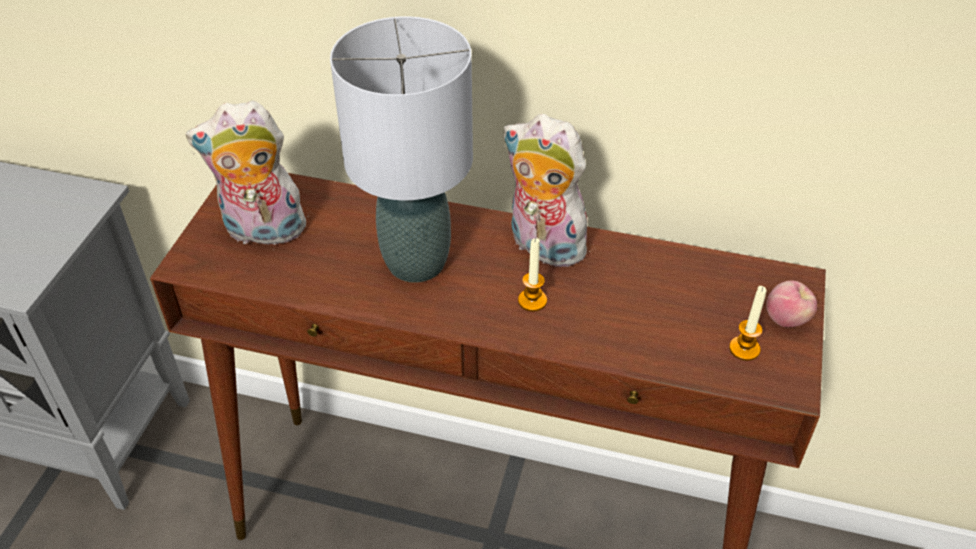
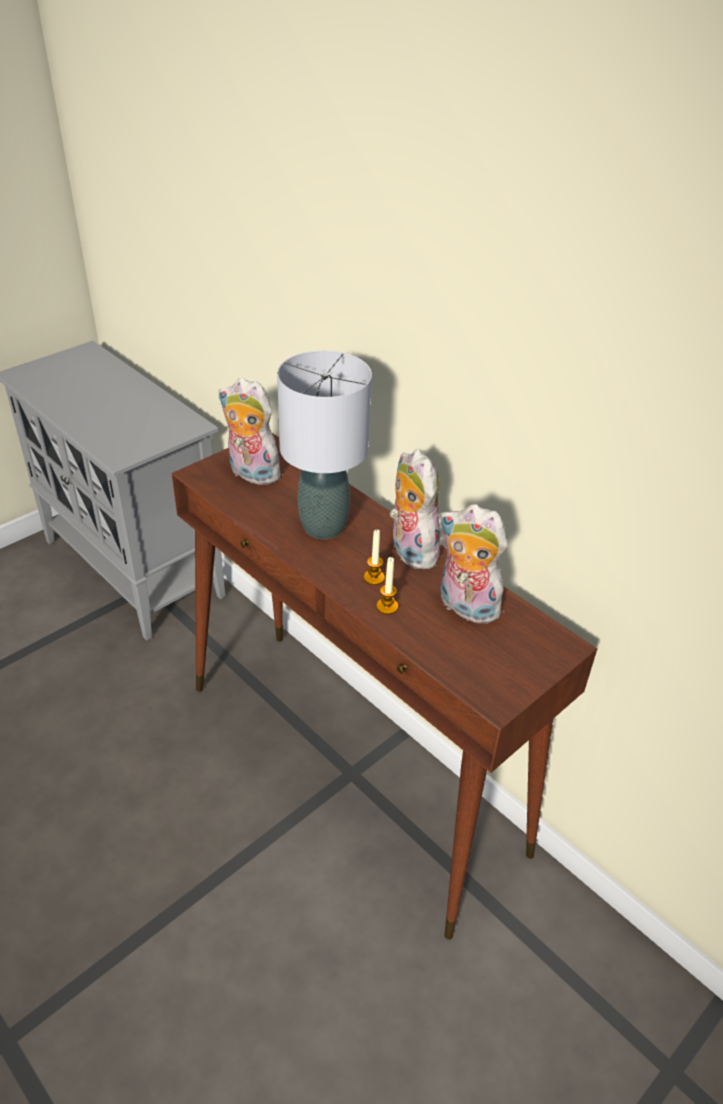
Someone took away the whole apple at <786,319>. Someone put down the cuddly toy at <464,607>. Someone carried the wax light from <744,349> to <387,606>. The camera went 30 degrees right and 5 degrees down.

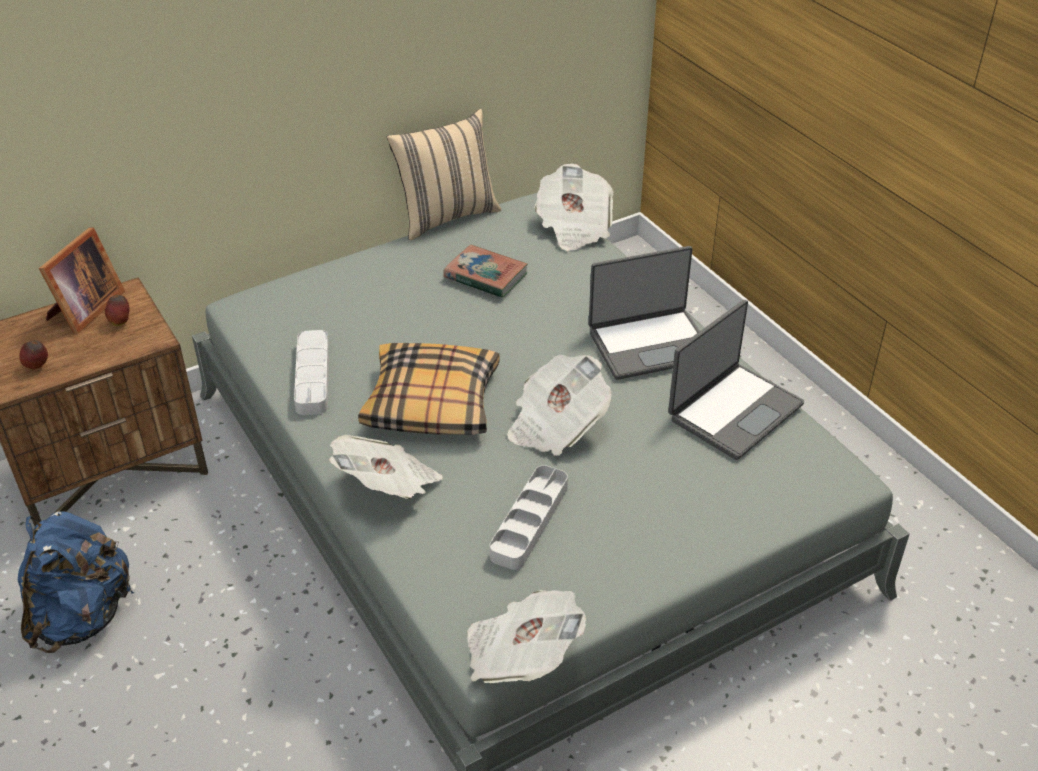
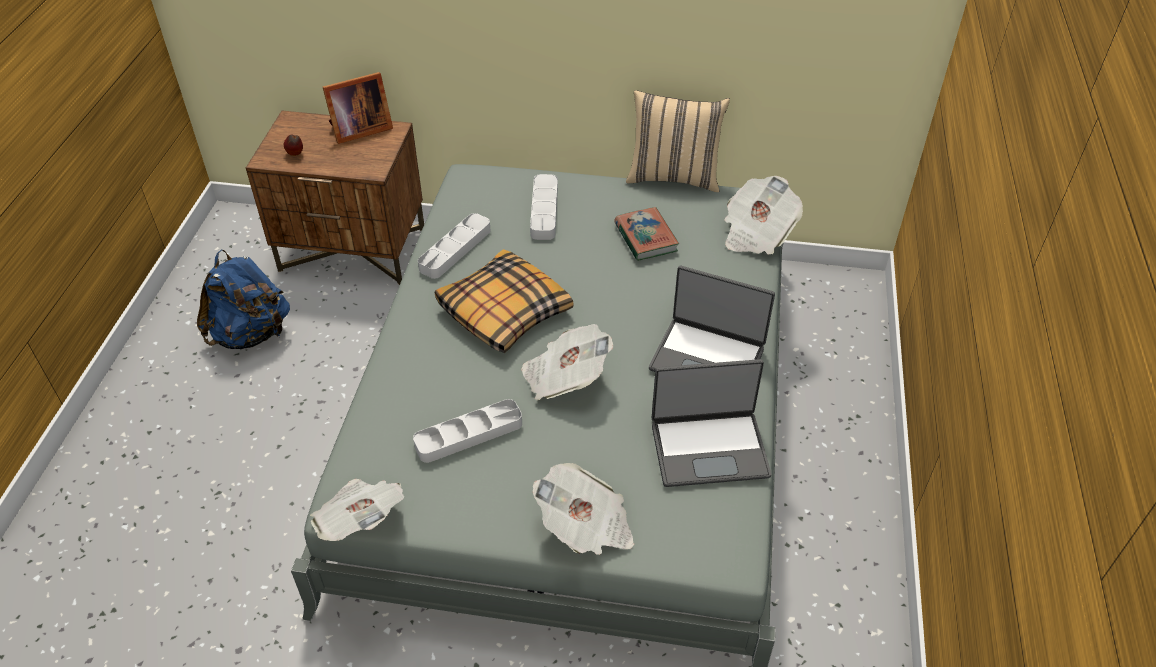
Someone took away the whole apple at <121,322>. Someone put down the gray tray at <544,210>. Someone carried the newspaper from <388,486> to <586,526>. The camera went 40 degrees right and 5 degrees up.

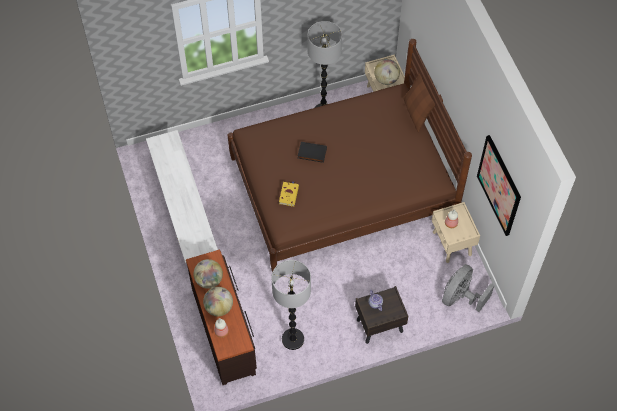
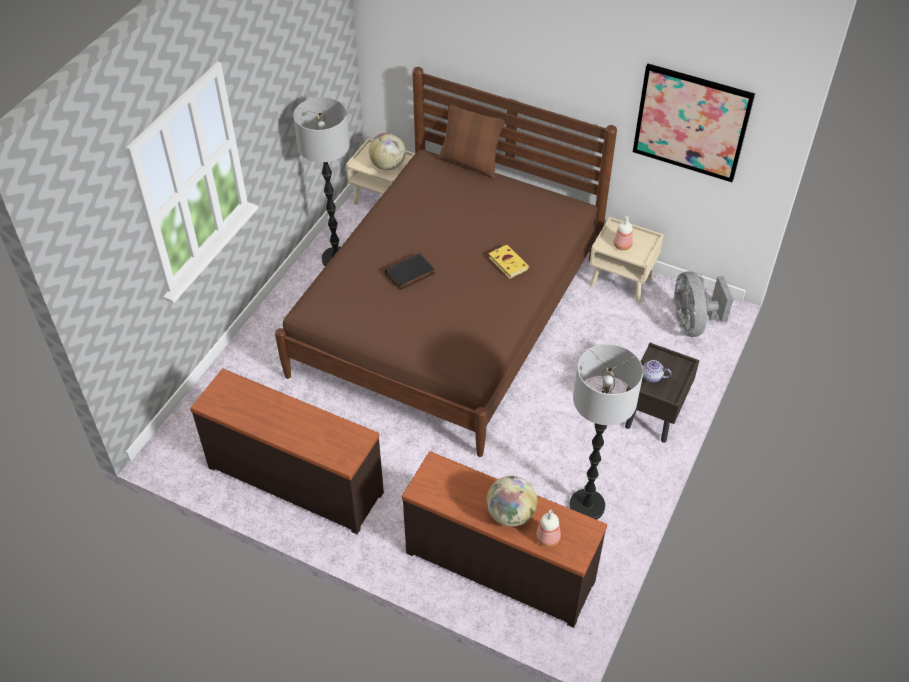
Someone took away the world globe at <209,280>. Someone carried the yellow-coloured bound book from <288,194> to <507,263>. Someone swapped the white-coloured bench at <184,213> for the brownish chest of drawers at <296,478>. The camera went 45 degrees left and 10 degrees down.

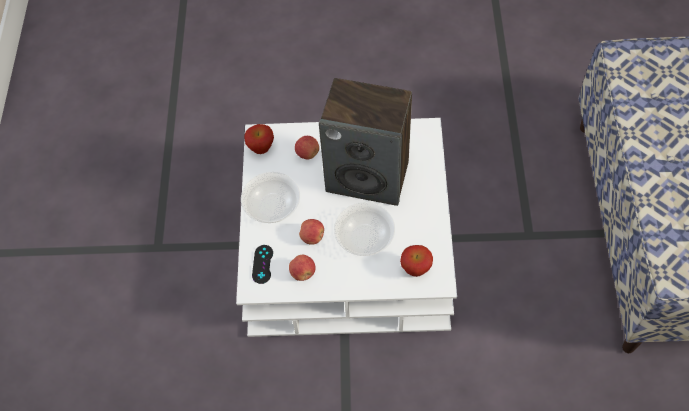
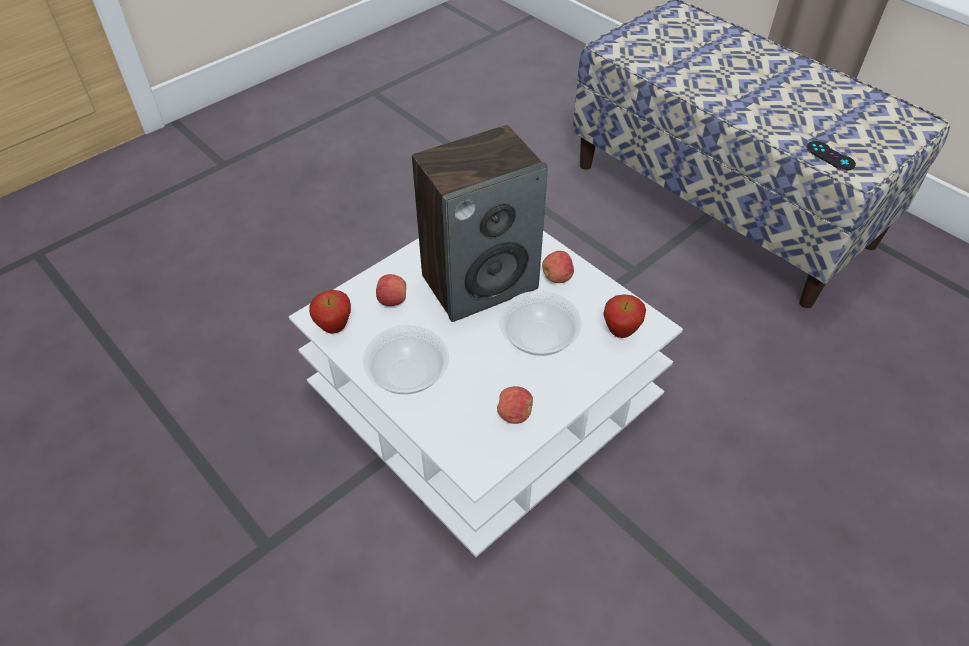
Someone carried the black-coloured joypad from <262,264> to <830,156>. Someone carried the whole apple from <312,237> to <557,277>. The camera went 45 degrees left and 10 degrees down.

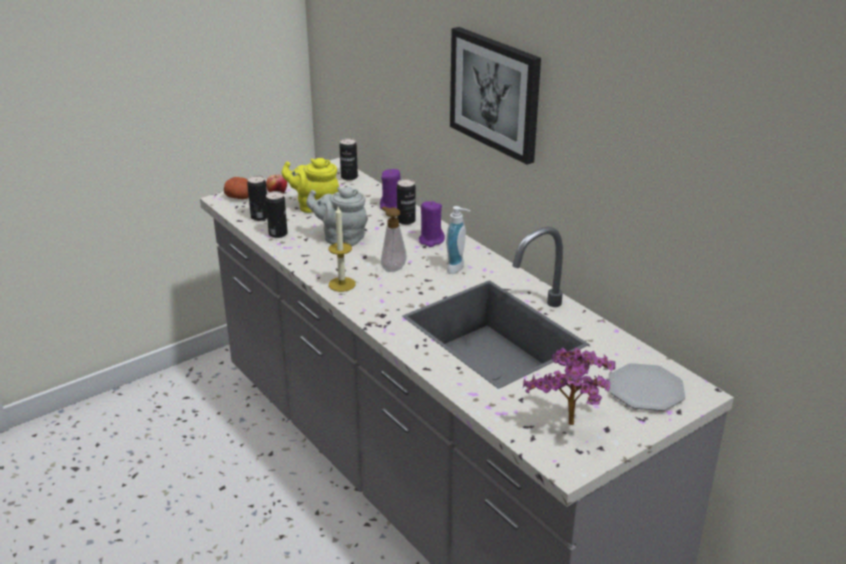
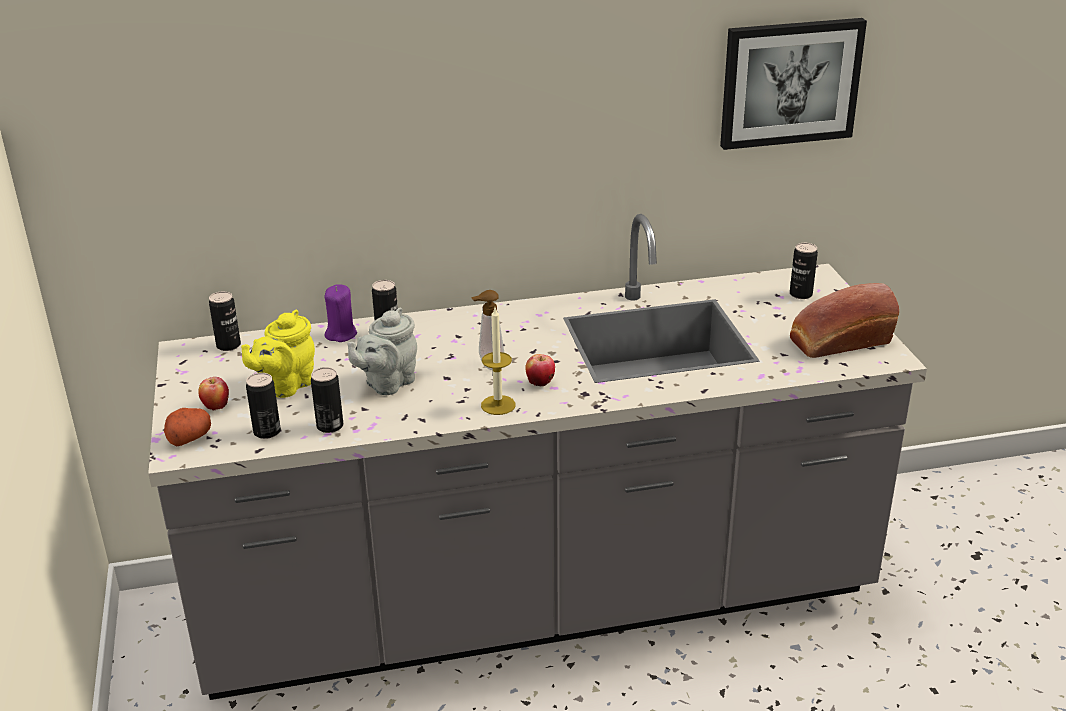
Someone took away the purplish wax light at <431,240>. Someone took away the soap bottle at <458,268>. Someone put down the whole apple at <540,383>. Someone carried the wall art from <496,93> to <790,82>. Someone swapped the houseplant at <571,428> for the bakery bread at <838,342>. Someone swapped the plate at <646,390> for the can at <801,294>. The camera went 65 degrees left and 0 degrees up.

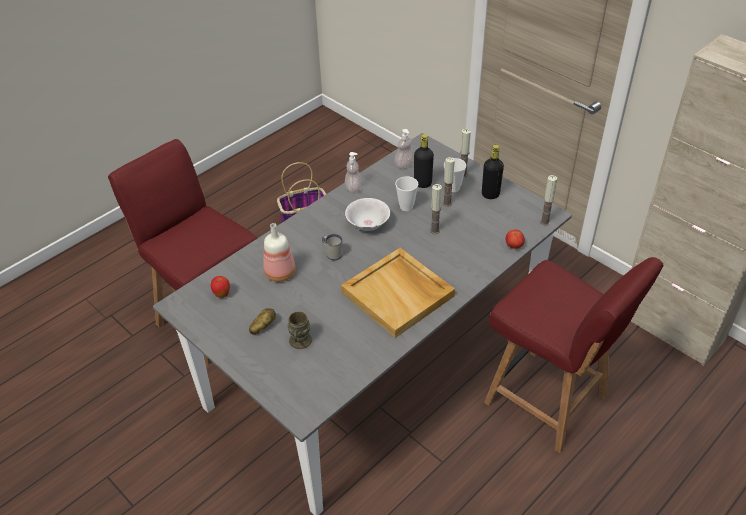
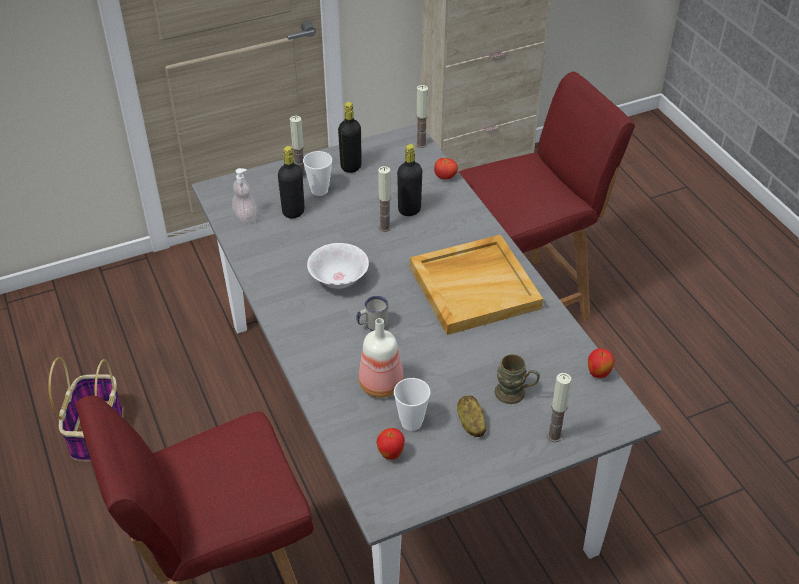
Someone took away the soap bottle at <353,188>. Someone put down the black-coloured drink bottle at <409,210>. Someone put down the whole apple at <598,374>. Someone carried the cup from <406,207> to <411,422>. Someone carried the wax light from <447,203> to <554,436>. The camera went 70 degrees left and 0 degrees up.

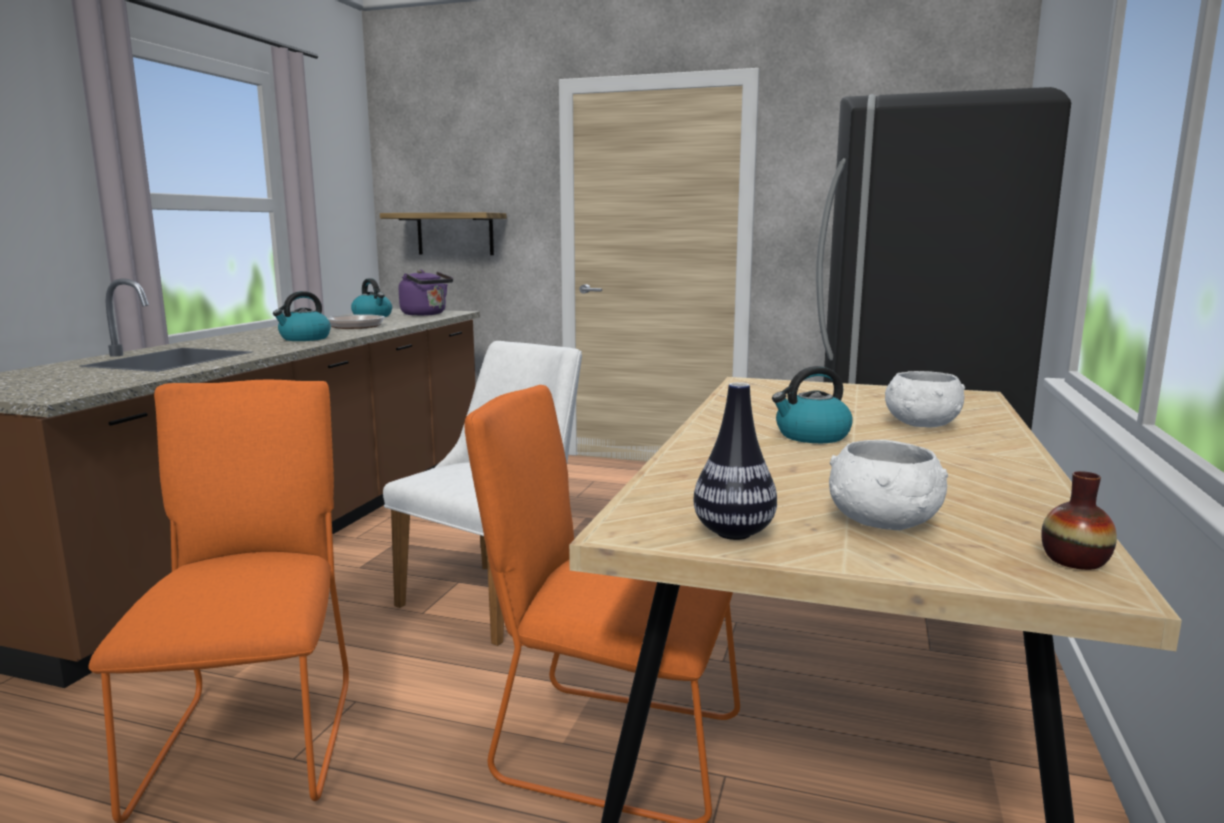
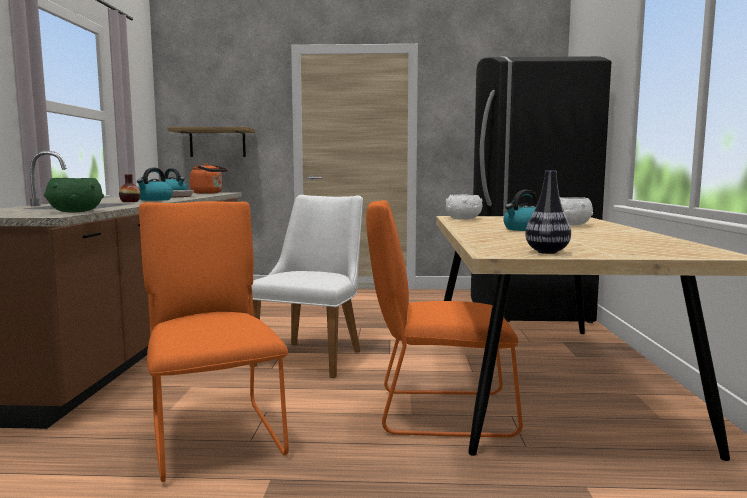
Someone put down the green serving bowl at <75,212>. Someone carried the white-coloured serving bowl from <883,522> to <463,219>. Someone carried the vase from <1074,560> to <130,201>. Someone repainted the purplish kettle at <426,314>, which became the orange kettle at <209,193>. The camera went 15 degrees left and 5 degrees down.

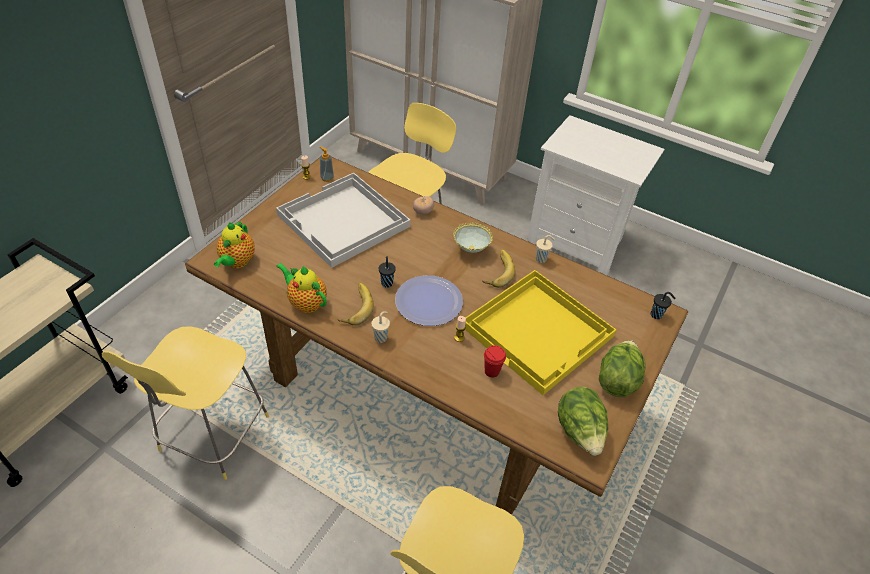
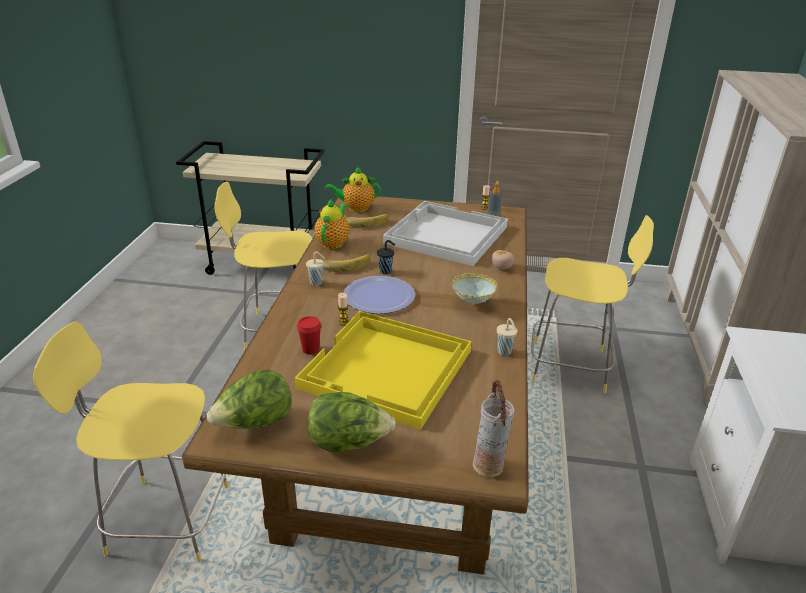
Someone carried the banana from <497,271> to <365,221>. Someone swapped the black-coloured cup at <657,315> for the vase at <489,466>. The camera went 70 degrees right and 15 degrees down.

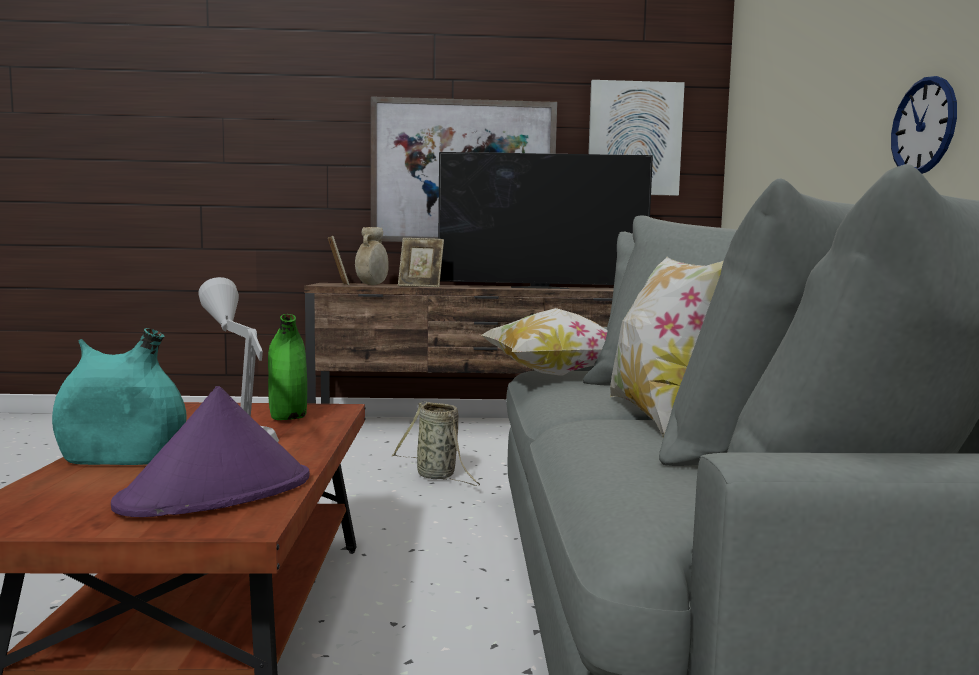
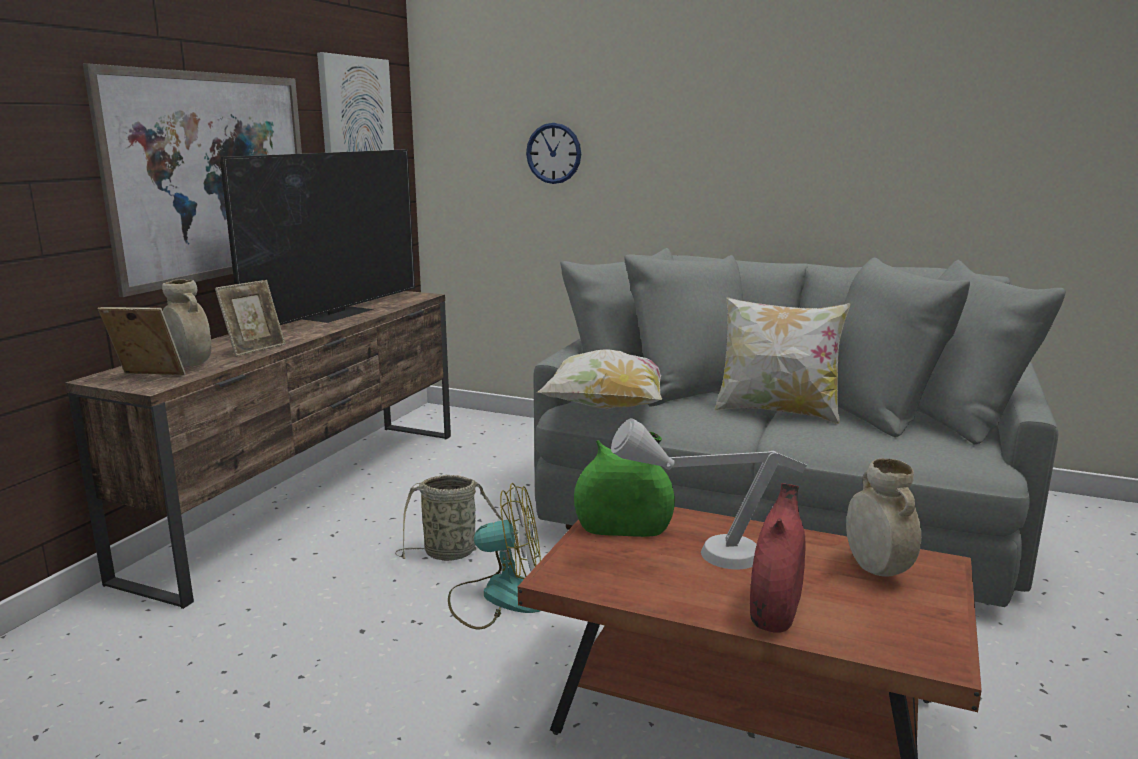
Someone put down the electric fan at <498,597>. Someone carried the wall clock from <923,126> to <553,153>. Someone swapped the purplish wearable hat at <218,492> for the sand-coloured vase at <876,570>. Someone repainted the turquoise-coloured vase at <122,460>, which became the red-coloured vase at <775,608>. The camera went 65 degrees left and 10 degrees up.

